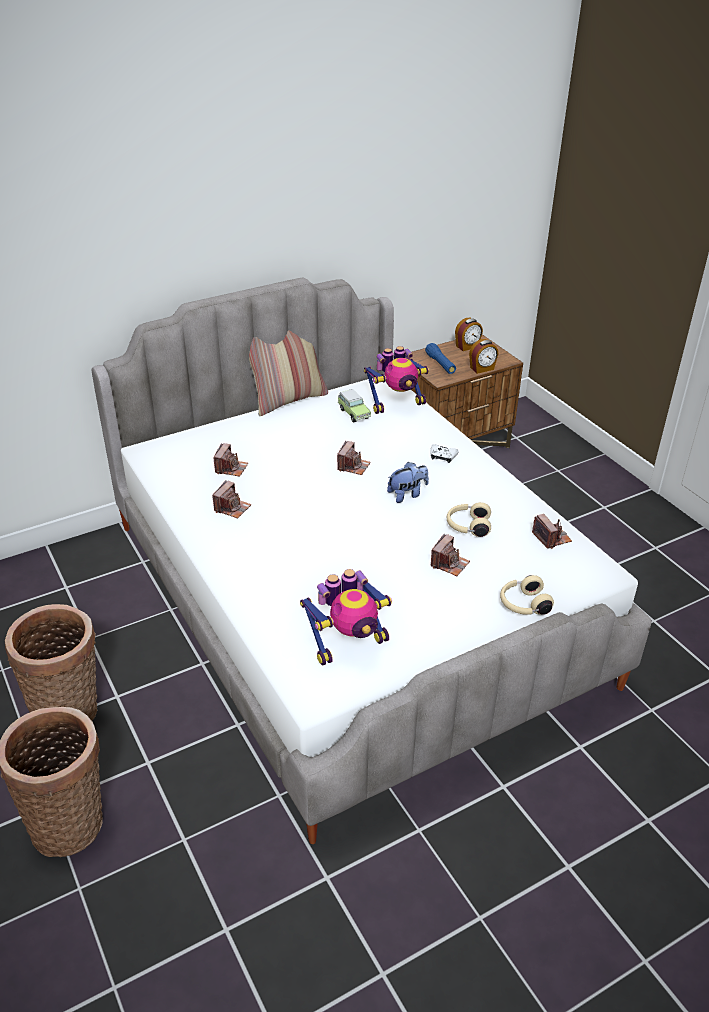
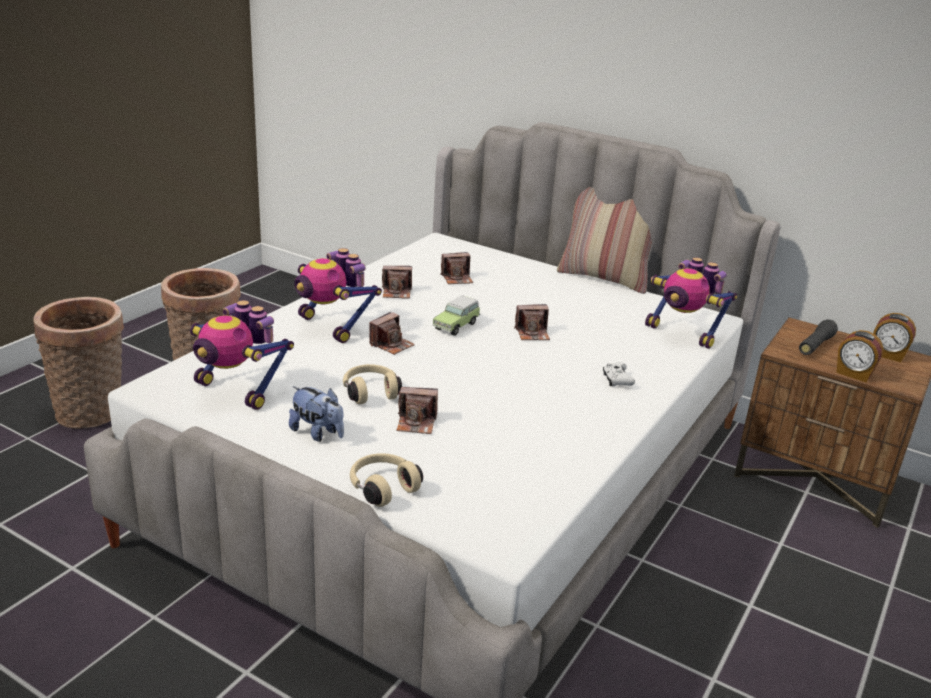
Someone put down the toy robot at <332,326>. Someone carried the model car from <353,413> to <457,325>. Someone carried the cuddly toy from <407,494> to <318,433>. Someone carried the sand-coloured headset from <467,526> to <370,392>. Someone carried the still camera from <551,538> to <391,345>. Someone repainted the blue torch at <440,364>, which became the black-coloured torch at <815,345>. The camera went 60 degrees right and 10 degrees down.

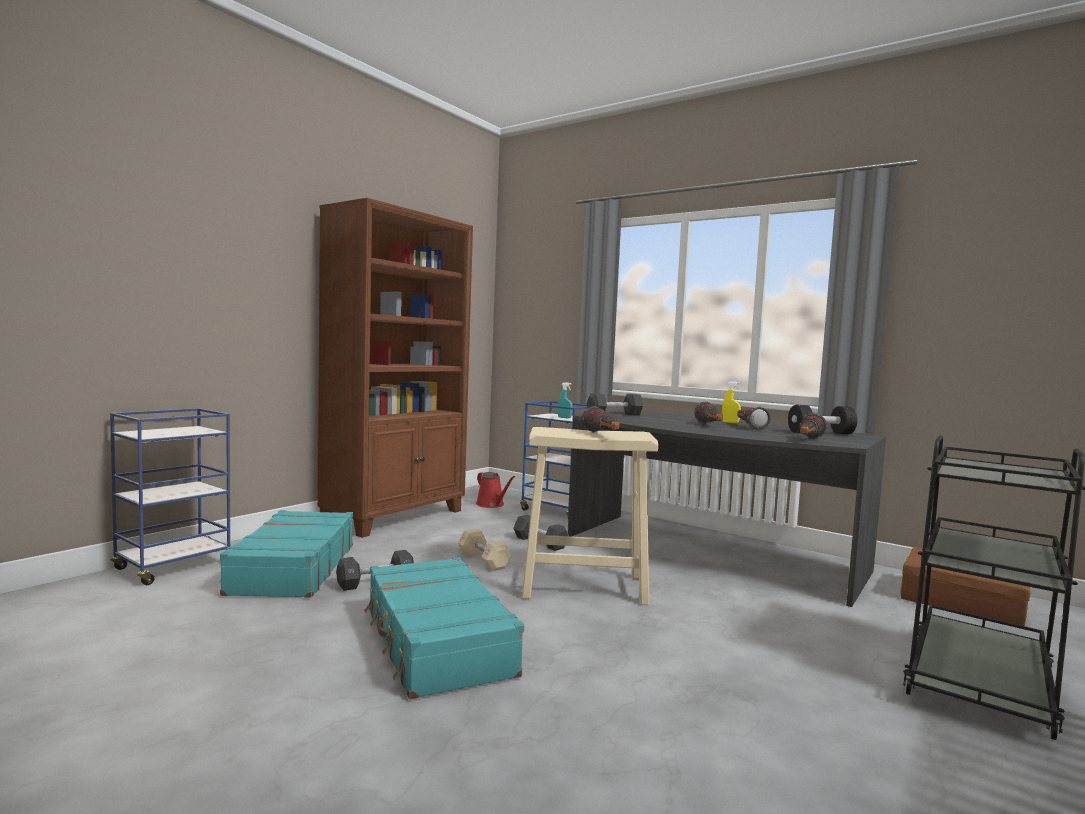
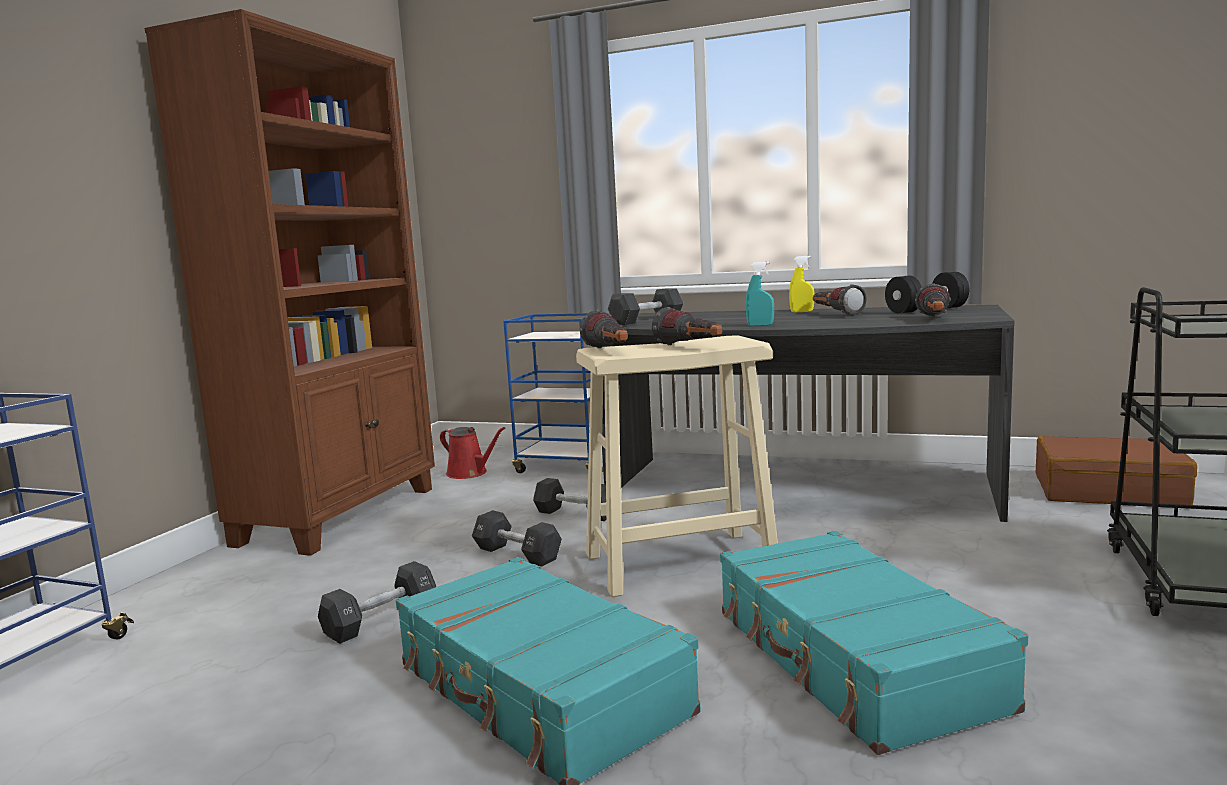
Someone carried the turquoise-coloured suitcase from <292,569> to <851,659>. Someone carried the turquoise-coloured sprayer from <564,418> to <760,325>. Someone carried the torch from <711,426> to <610,351>. Someone repainted the sand-coloured hand weight at <483,560>, which became the black-coloured hand weight at <517,554>. The camera went 15 degrees left and 5 degrees up.

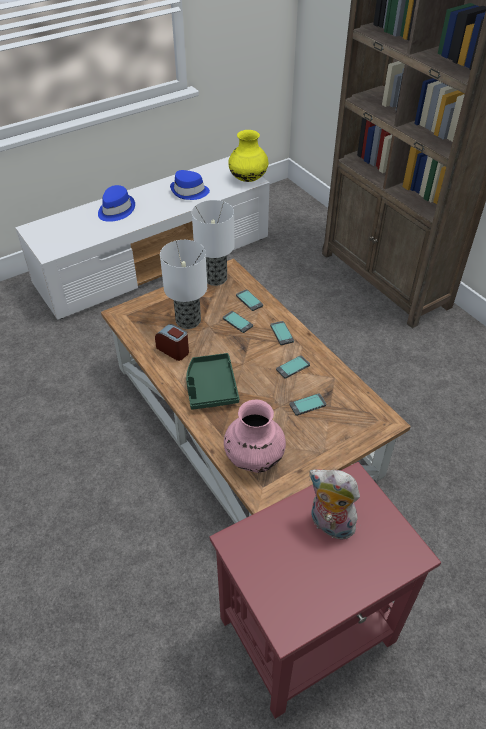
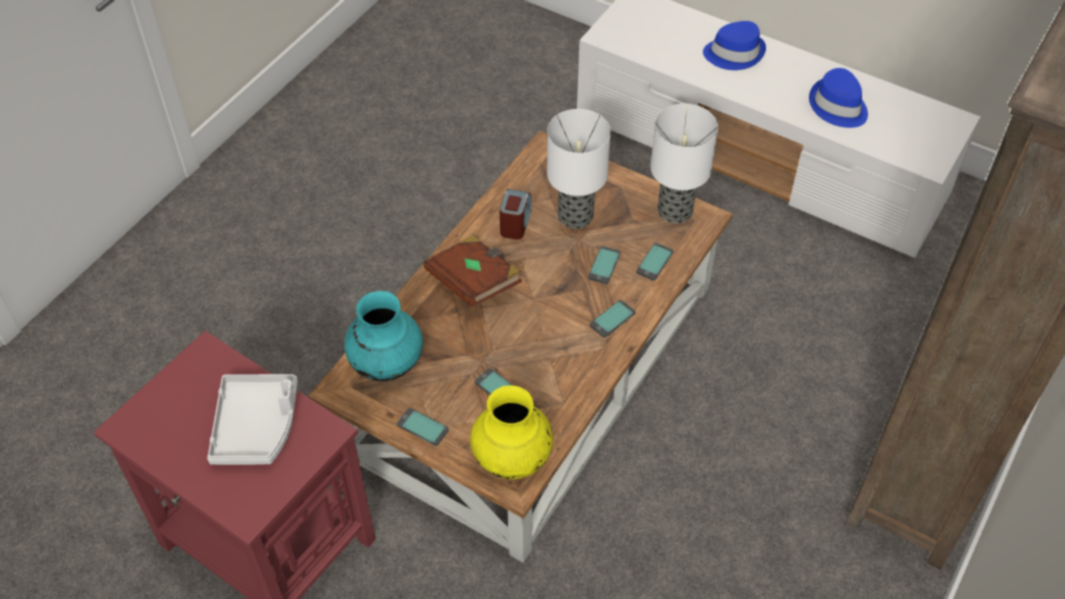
Someone carried the yellow-coloured vase from <248,179> to <512,459>. Someone carried the handset from <293,367> to <422,427>. Someone swapped the green tray at <210,387> for the brownish bound book at <474,282>. Someone swapped the cuddly toy at <329,525> for the white-coloured tray at <256,426>. Someone repainted the pink-coloured vase at <254,459>, which became the turquoise-coloured vase at <386,364>. The camera went 65 degrees right and 5 degrees up.

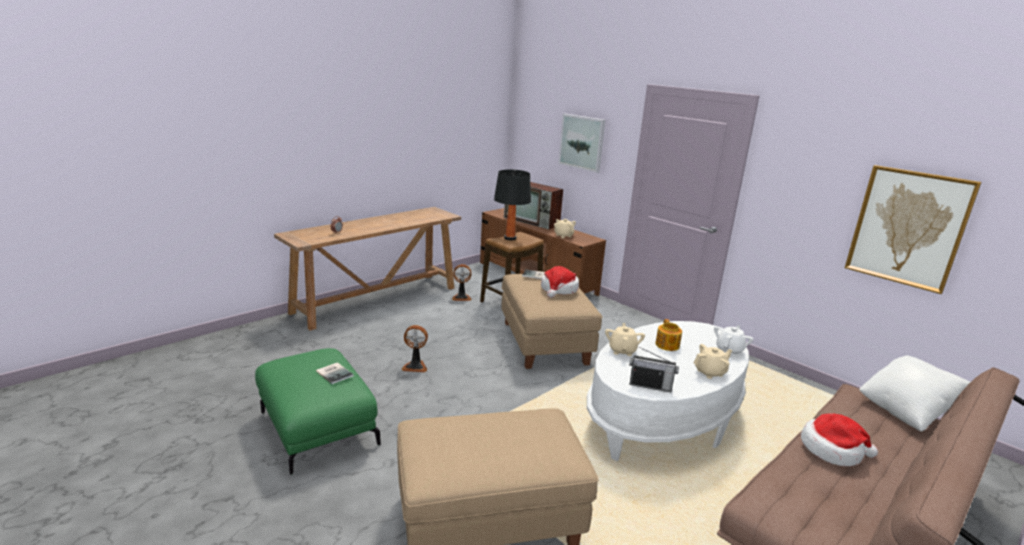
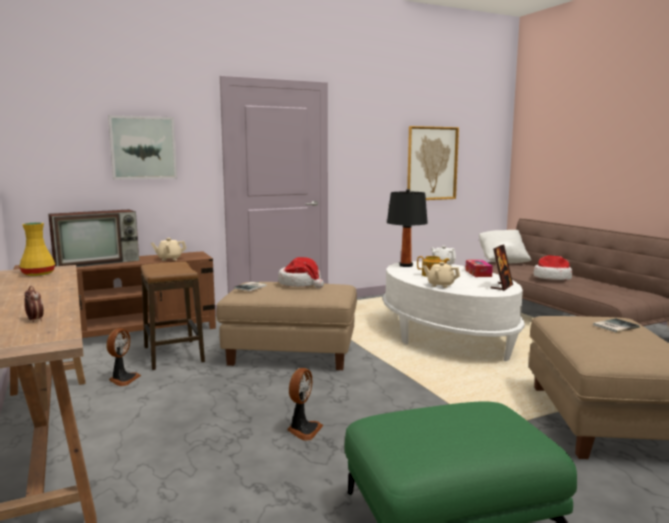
Someone put down the yellow-coloured vase at <39,274>. Someone carried the bound book from <335,373> to <614,326>. Someone carried the black-coloured table lamp from <510,238> to <406,265>. Someone swapped the radio set at <650,386> for the standing frame at <501,287>. Someone swapped the sand-coloured teapot at <710,372> for the tissue box at <478,273>. The camera went 70 degrees left and 10 degrees down.

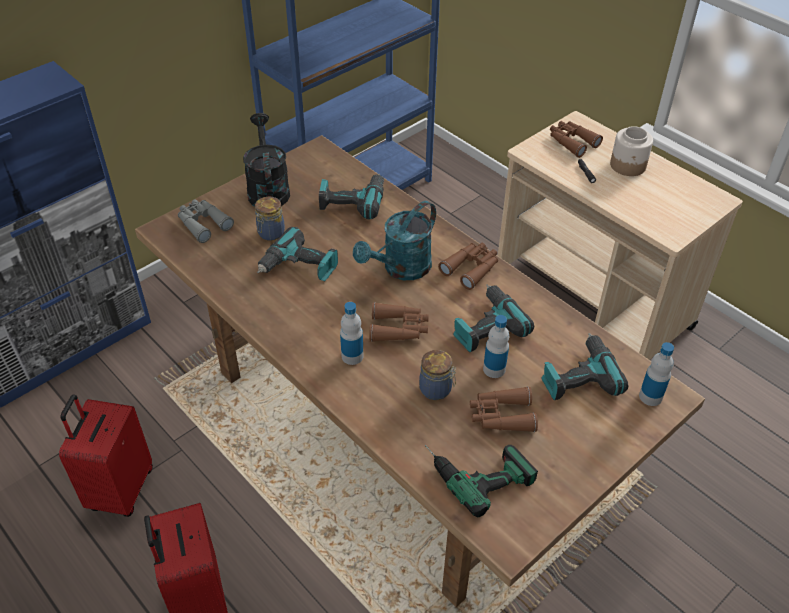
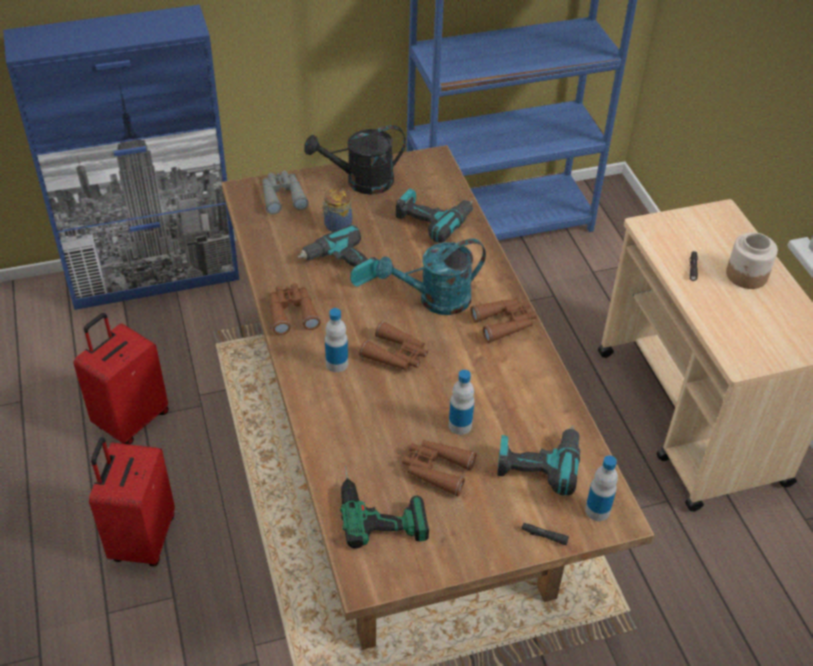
Someone took away the jar at <436,390>. Someone took away the power drill at <486,326>. Someone put down the black-coloured torch at <544,536>. Someone carried the brownish binoculars from <571,142> to <292,313>. Someone rotated the black-coloured watering pot at <267,189> by 120 degrees counterclockwise. The camera went 25 degrees right and 0 degrees up.

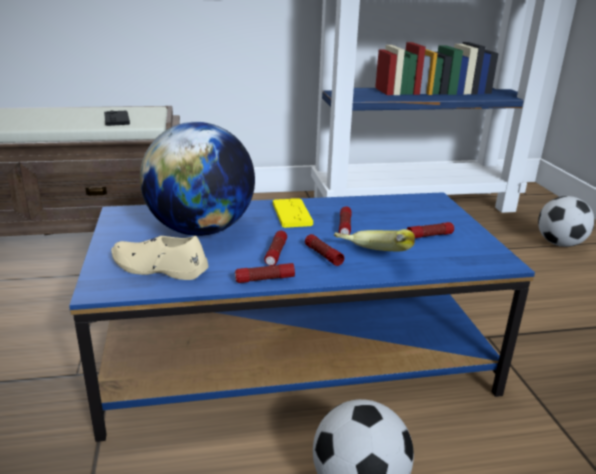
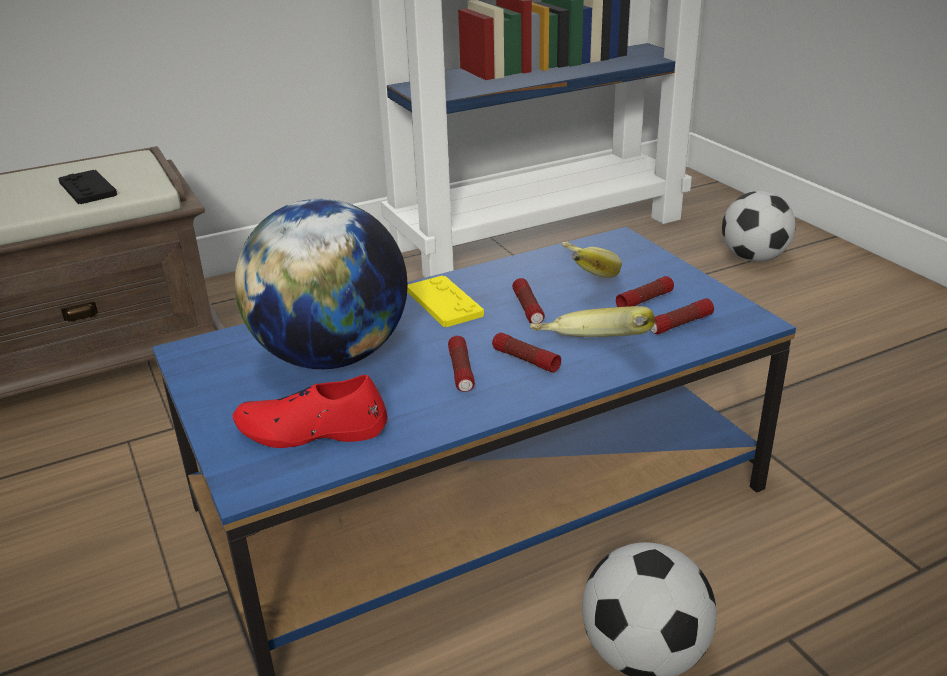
Someone put down the banana at <580,280>. Someone carried the torch from <264,279> to <680,324>. Someone repainted the sand-coloured low shoe at <159,267>, which became the red-coloured low shoe at <311,430>. The camera went 15 degrees left and 5 degrees up.

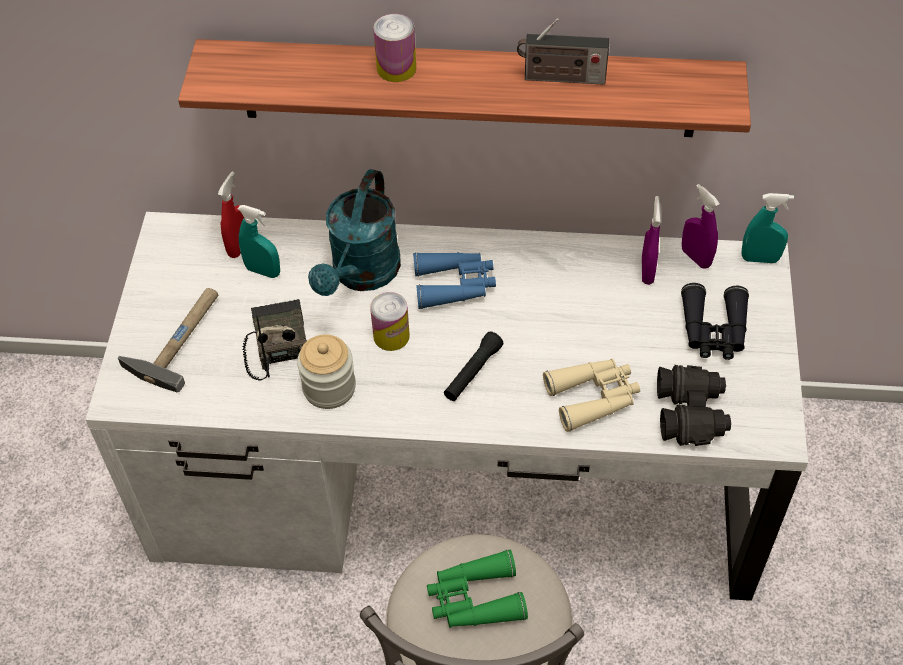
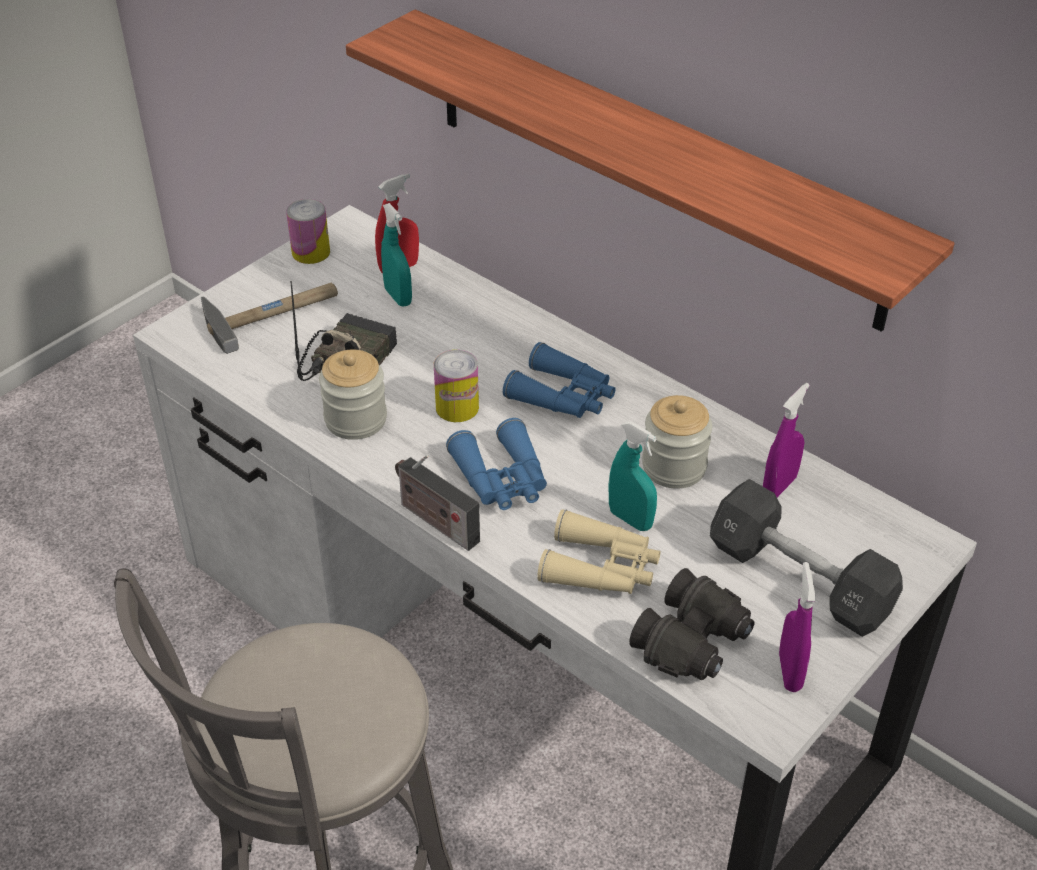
Someone took away the turquoise-coloured watering pot at <361,275>. Someone took away the green binoculars at <474,599>. Someone put down the jar at <674,467>. Someone carried the can from <396,68> to <311,252>. Someone carried the radio set from <560,78> to <435,521>. Someone carried the purplish sprayer from <695,257> to <789,672>. Someone carried the turquoise-coloured sprayer from <760,259> to <630,519>. Someone swapped the black-coloured torch at <472,372> for the blue binoculars at <502,479>. Someone swapped the black-coloured binoculars at <713,331> for the black-coloured hand weight at <799,579>. The camera went 35 degrees right and 10 degrees down.

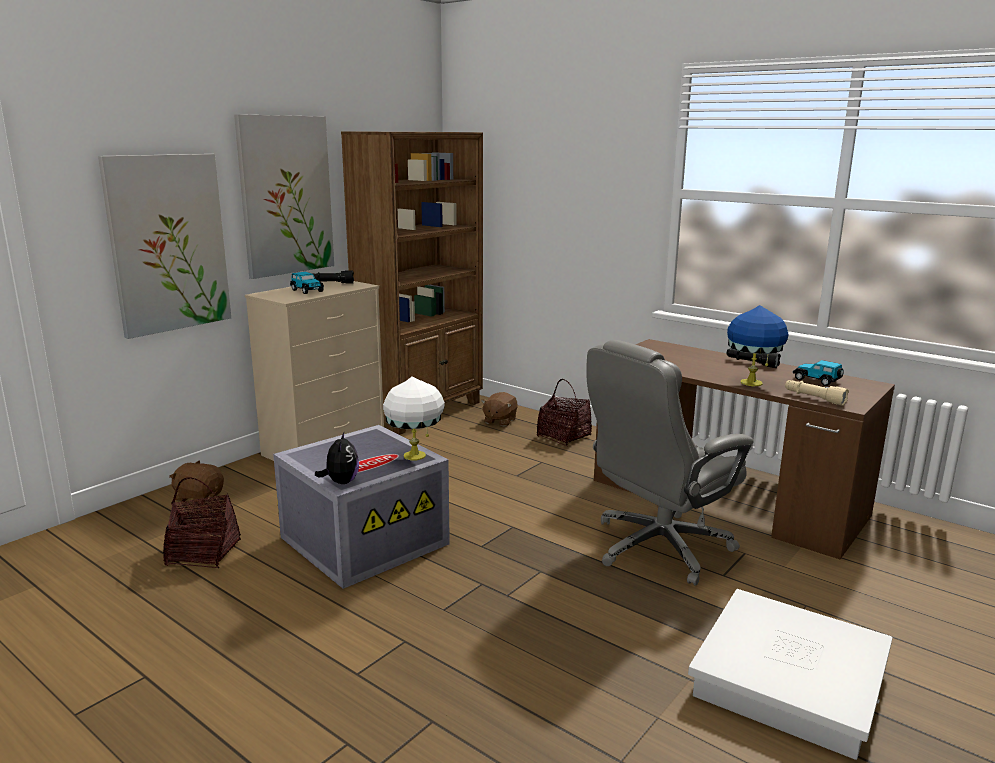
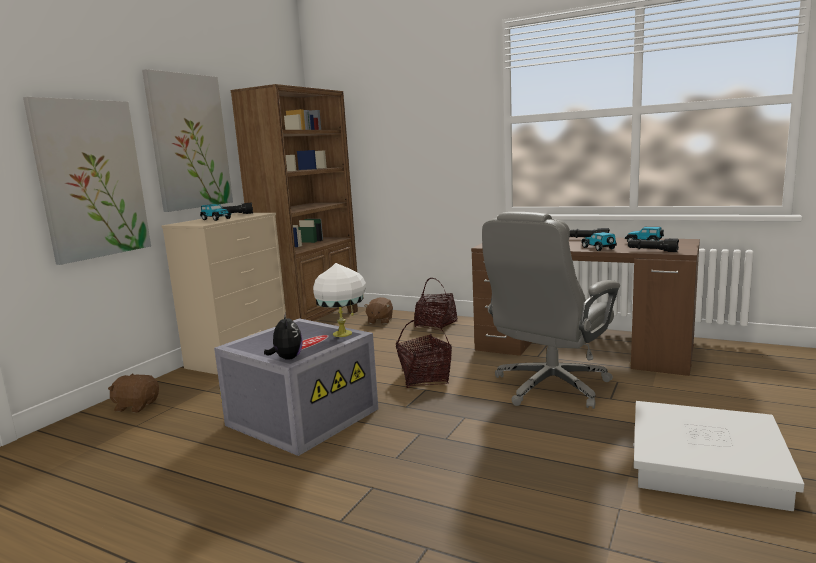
Someone carried the storage basket from <203,553> to <424,378>. Someone swapped the blue table lamp at <752,383> for the model car at <599,248>. Someone repainted the sand-coloured torch at <814,398>, which became the black-coloured torch at <652,251>. The camera went 10 degrees left and 5 degrees down.

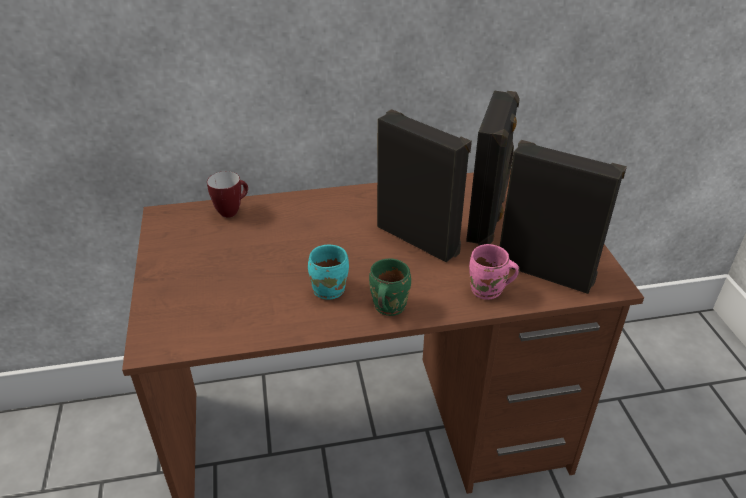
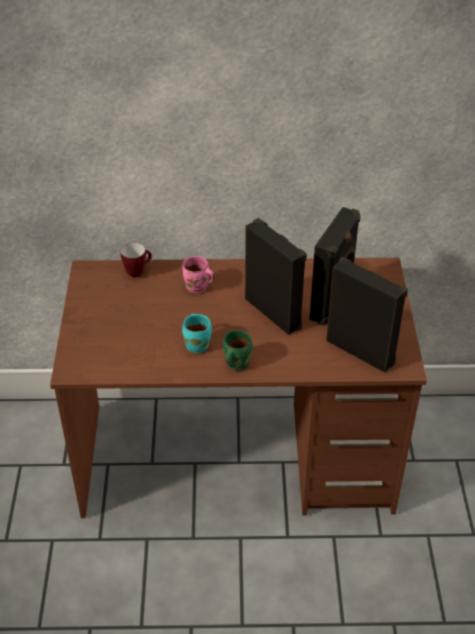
Someone carried the pink-coloured mug from <488,291> to <197,288>. The camera went 10 degrees right and 5 degrees up.

